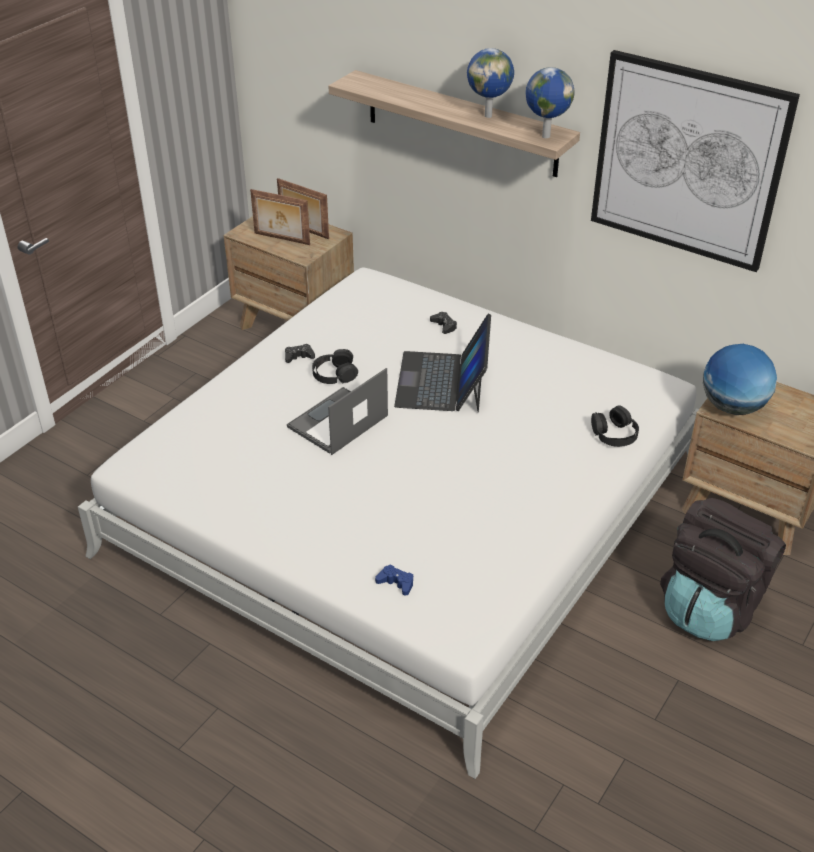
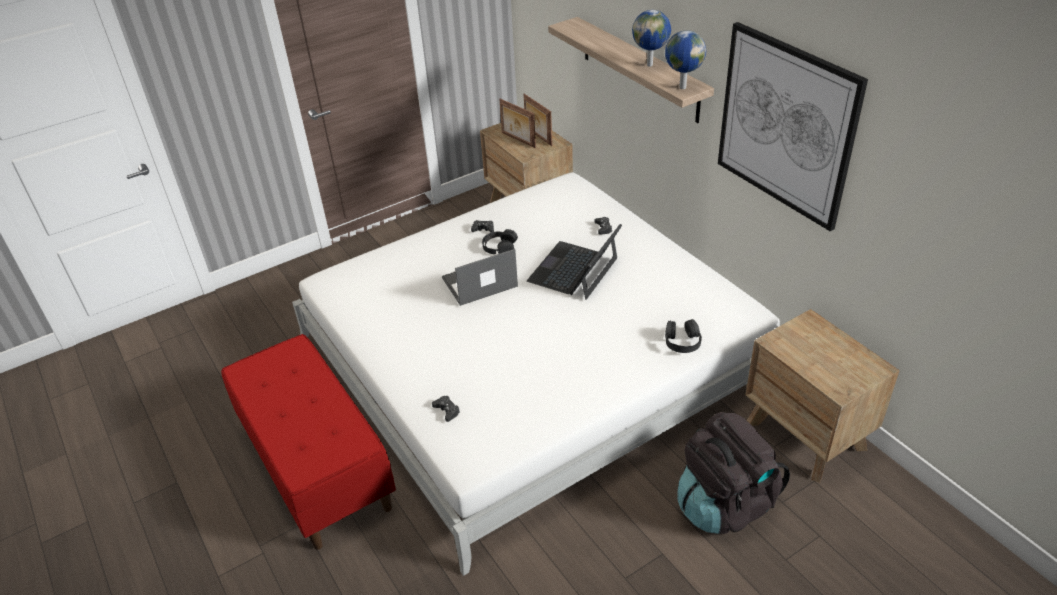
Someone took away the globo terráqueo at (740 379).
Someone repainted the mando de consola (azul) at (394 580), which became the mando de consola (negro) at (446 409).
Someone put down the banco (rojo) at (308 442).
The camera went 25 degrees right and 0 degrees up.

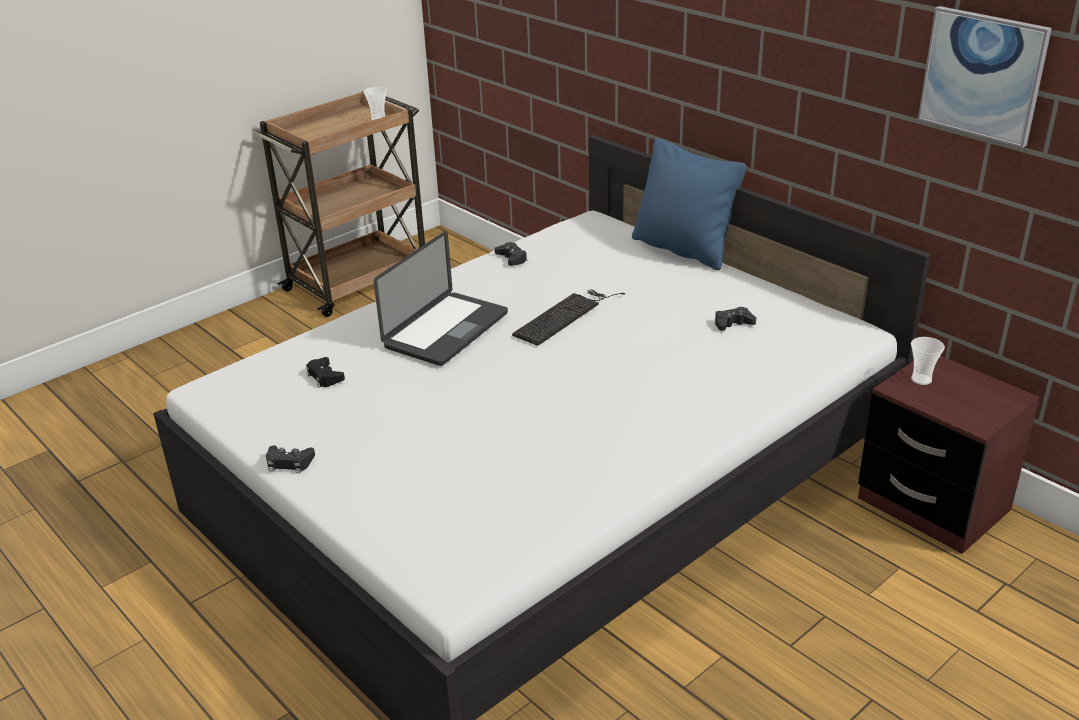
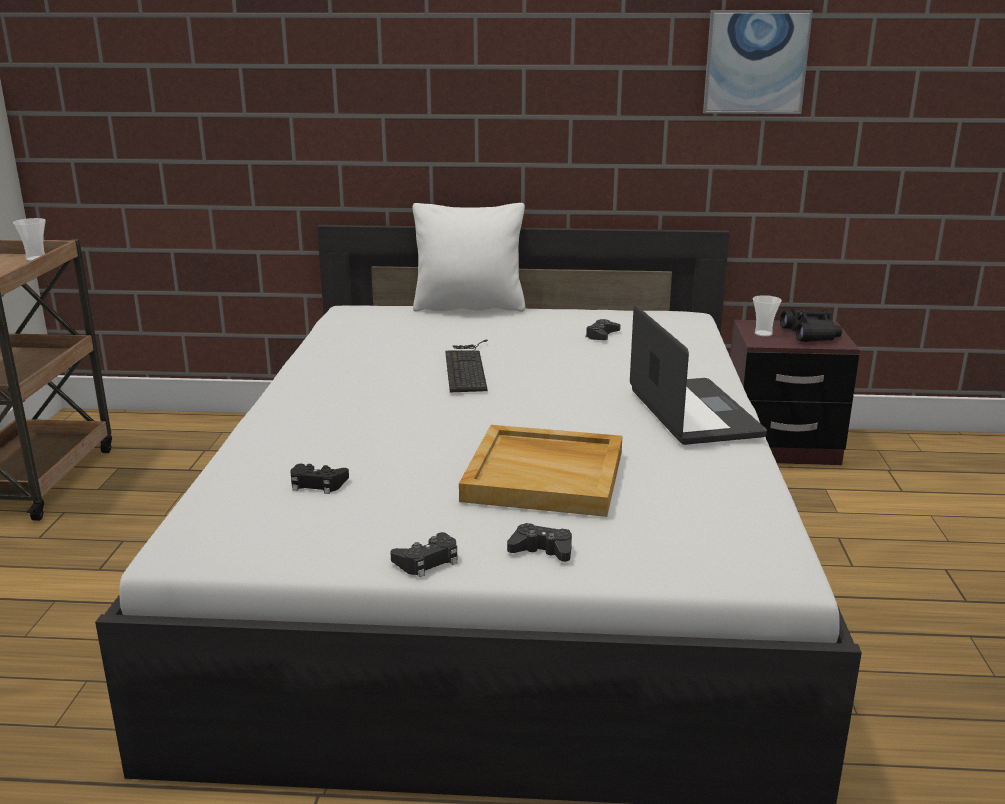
Someone repainted the cojín (azul) at (689 204), which became the cojín (blanco) at (469 257).
Someone carried the portátil from (441 298) to (698 375).
Someone carried the mando de consola (negro) from (511 254) to (539 542).
Someone put down the prismáticos (negro) at (811 325).
Someone put down the bandeja (beis) at (540 471).
The camera went 45 degrees left and 10 degrees down.

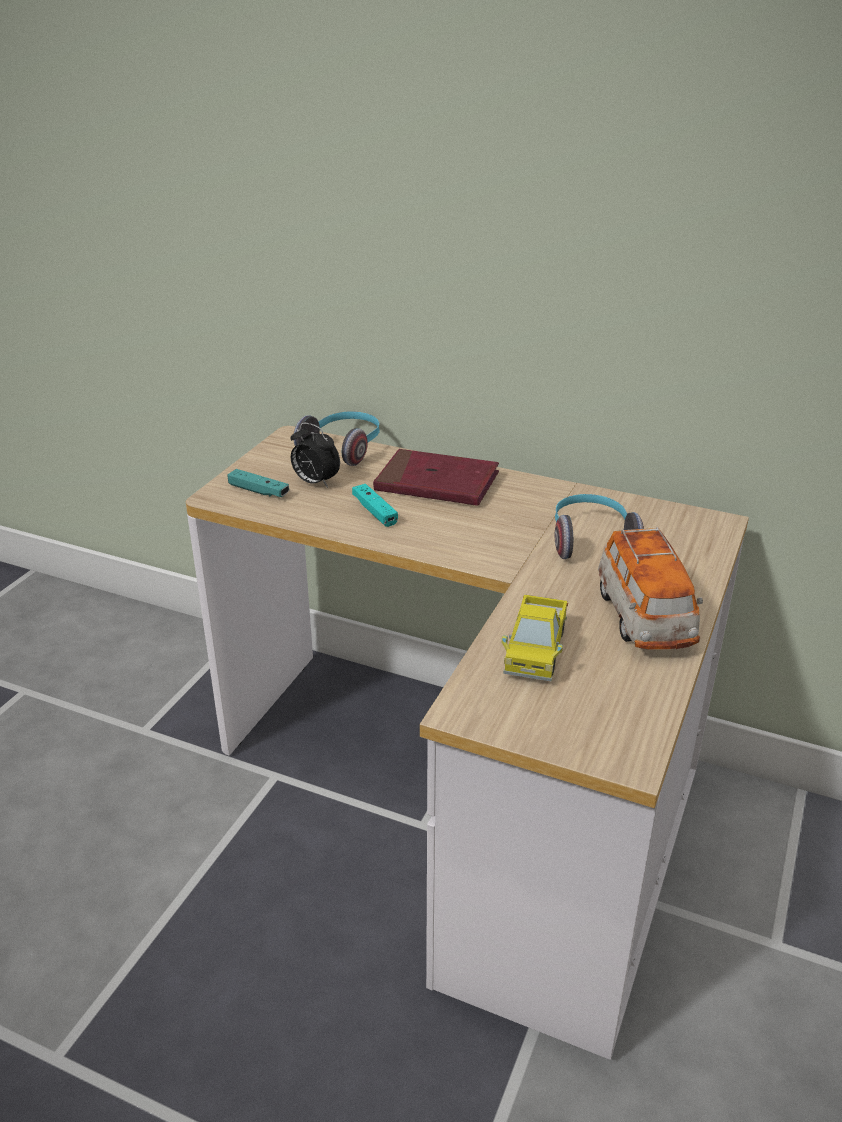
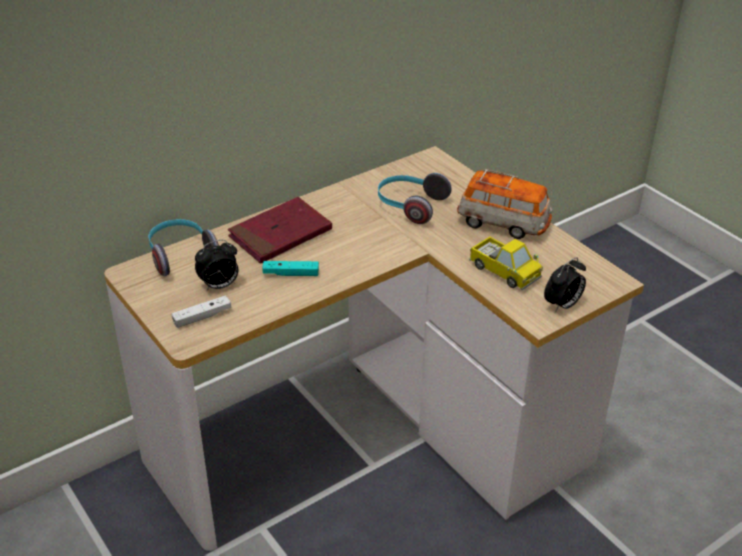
Someone repainted the mando de consola (turquesa) at (258 483), which became the mando de consola (blanco) at (201 311).
Someone put down the despertador at (565 284).
The camera went 60 degrees left and 5 degrees up.

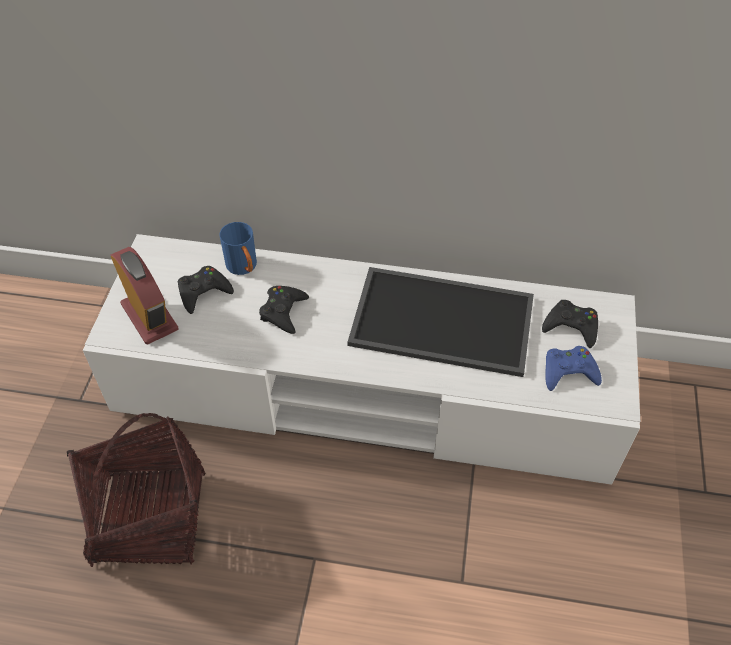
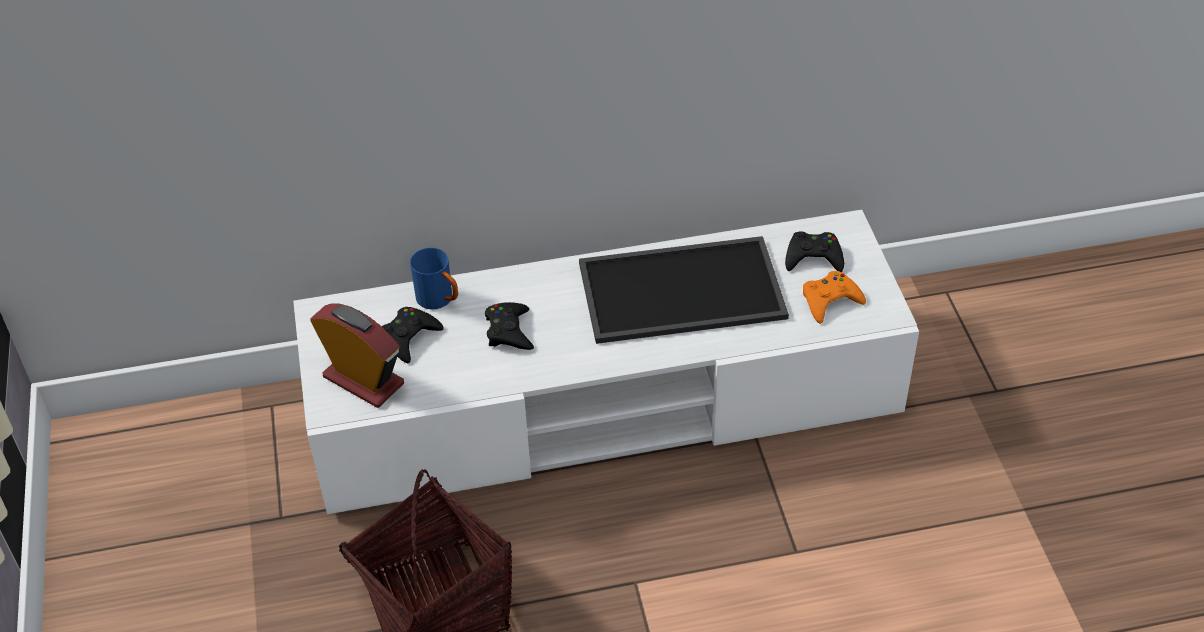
Someone repainted the mando de consola (azul) at (573 368), which became the mando de consola (naranja) at (834 297).
The camera went 20 degrees left and 5 degrees down.

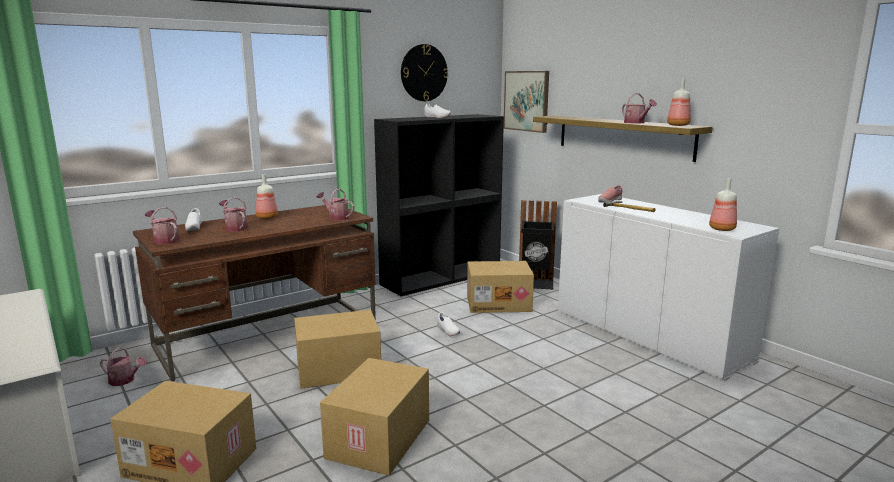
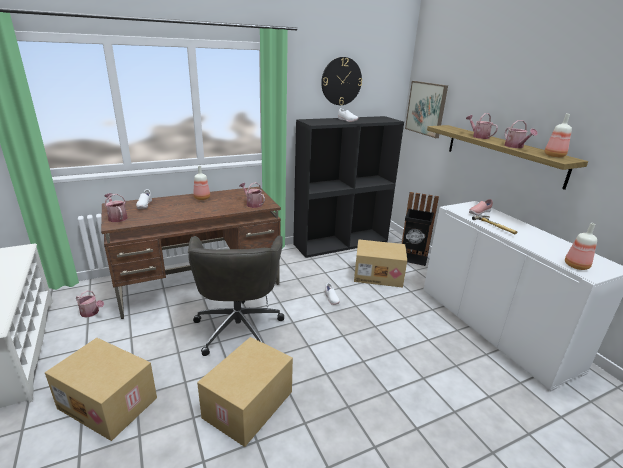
Someone carried the regadera from (233 214) to (482 126).
Someone swapped the caja de cartón at (337 349) for the silla de oficina (gris) at (236 296).
The camera went 10 degrees right and 10 degrees up.

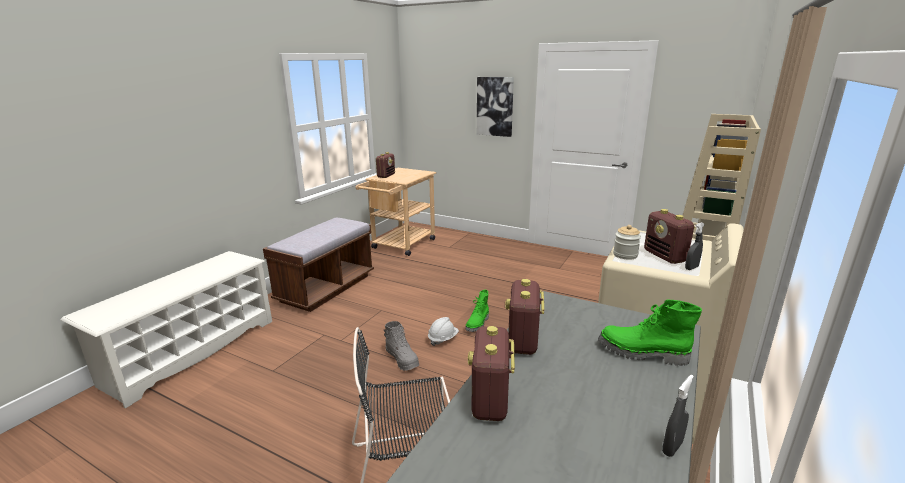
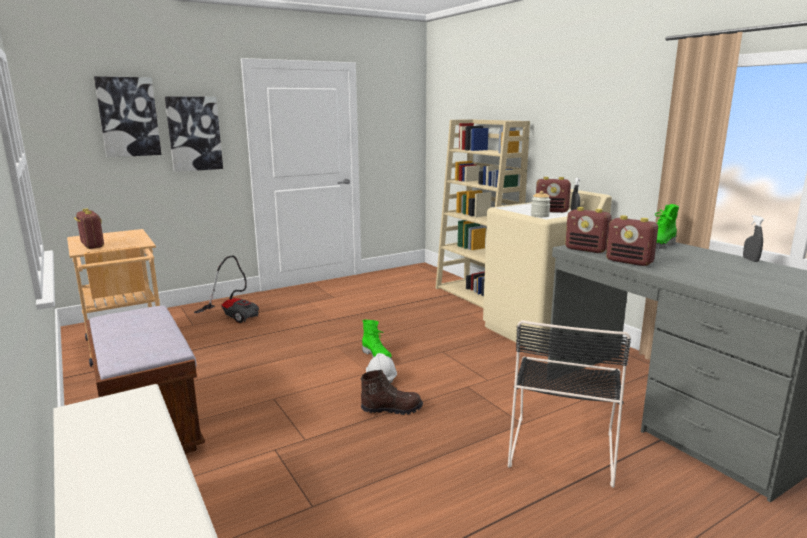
Someone repainted the bota (gris) at (401 346), which became the bota (marrón) at (392 392).
Someone carried the radio from (491 373) to (588 230).
Someone put up the cuadro at (127 116).
Someone put down the aspiradora at (226 289).
The camera went 60 degrees left and 5 degrees down.

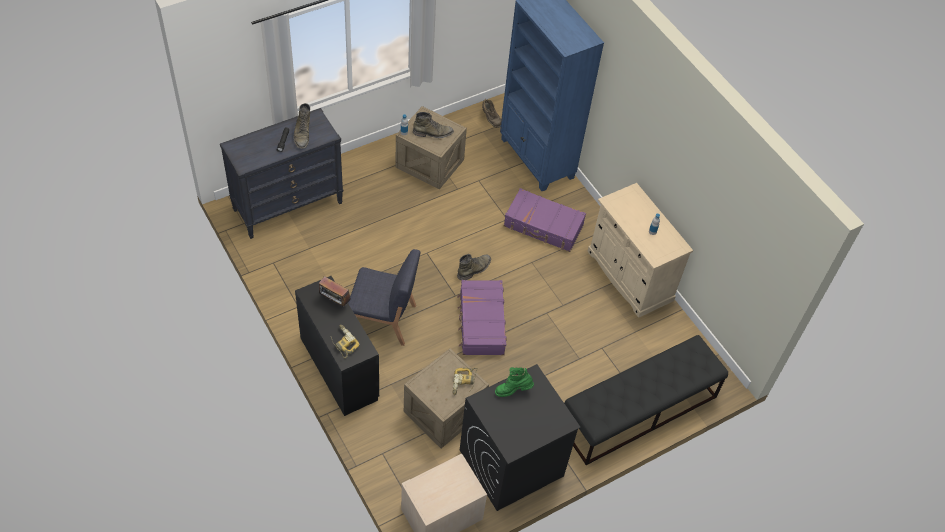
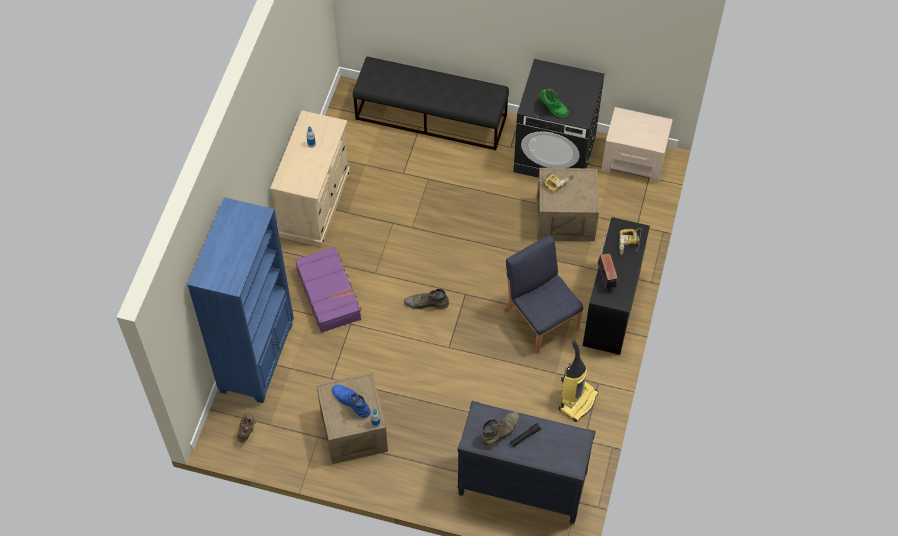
Someone repainted the bota (verde) at (433 125), which became the bota (azul) at (351 401).
Someone took away the maleta (morado) at (481 317).
Someone put down the aspiradora at (578 381).
The camera went 130 degrees left and 5 degrees up.

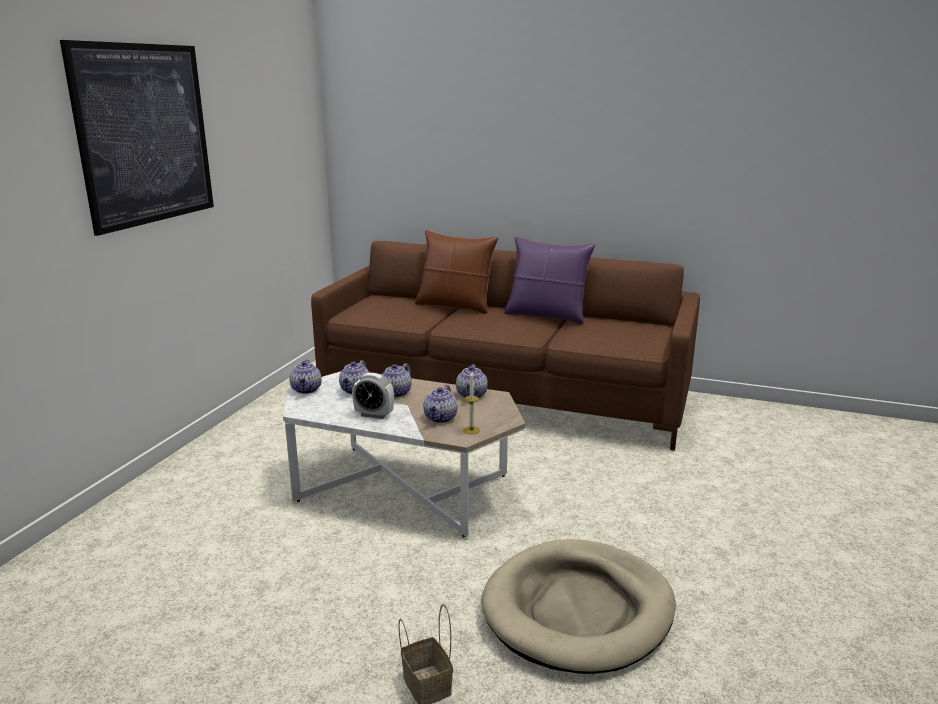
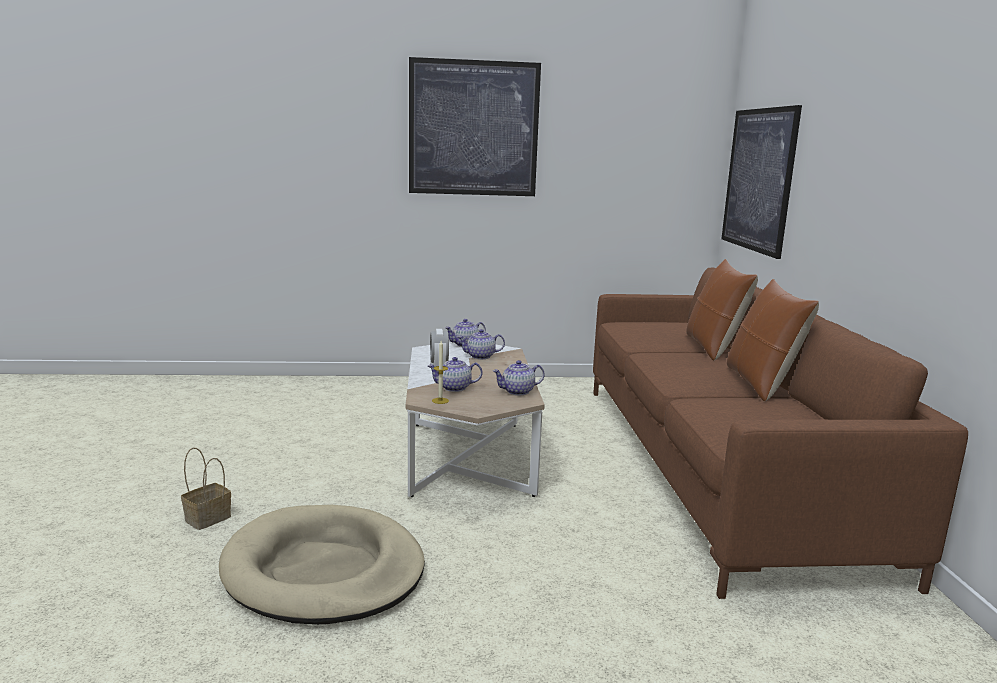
Someone repainted the cojín (morado) at (549 280), which became the cojín (marrón) at (773 340).
Someone took away the tetera at (397 380).
Someone put up the cuadro at (761 182).
The camera went 65 degrees right and 5 degrees down.

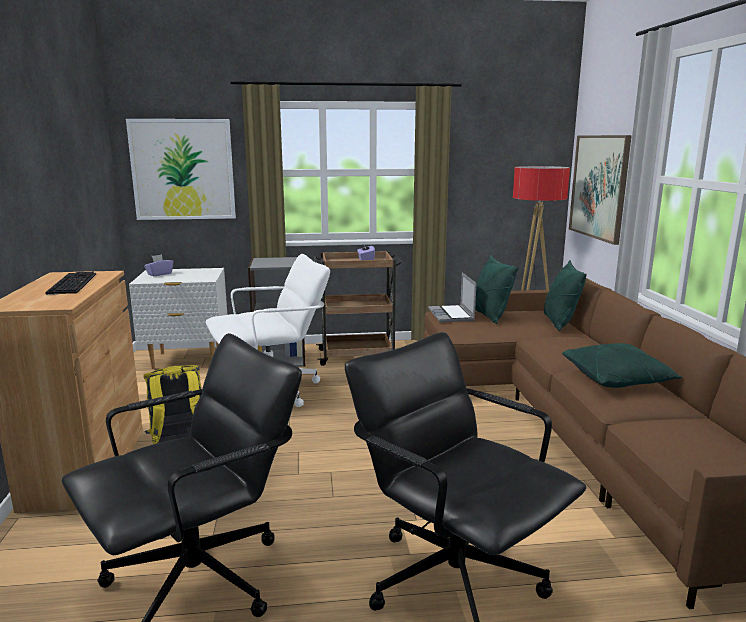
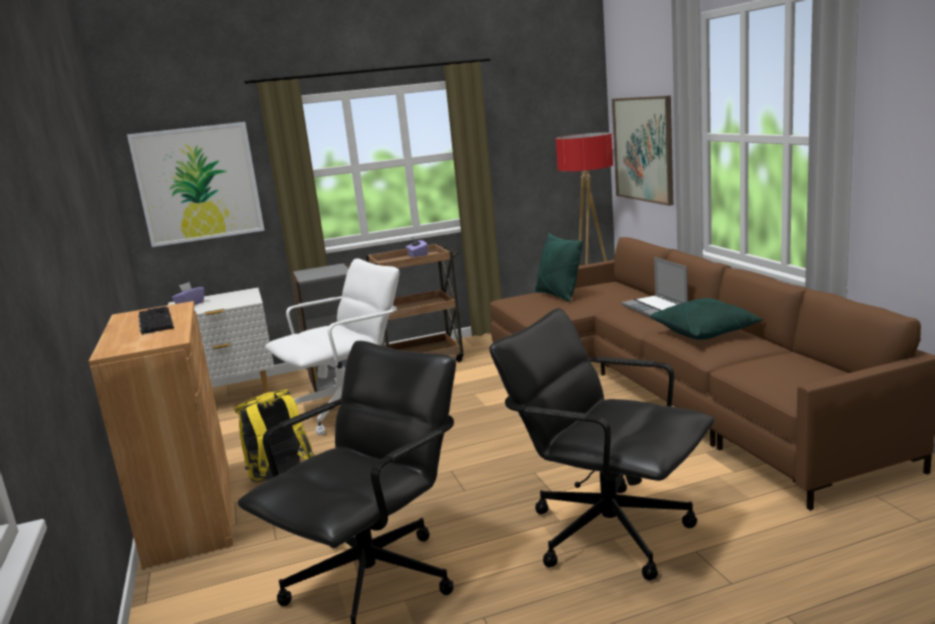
Someone took away the cojín (verde) at (565 295).
Someone carried the portátil from (452 297) to (655 287).
The camera went 10 degrees left and 0 degrees up.

